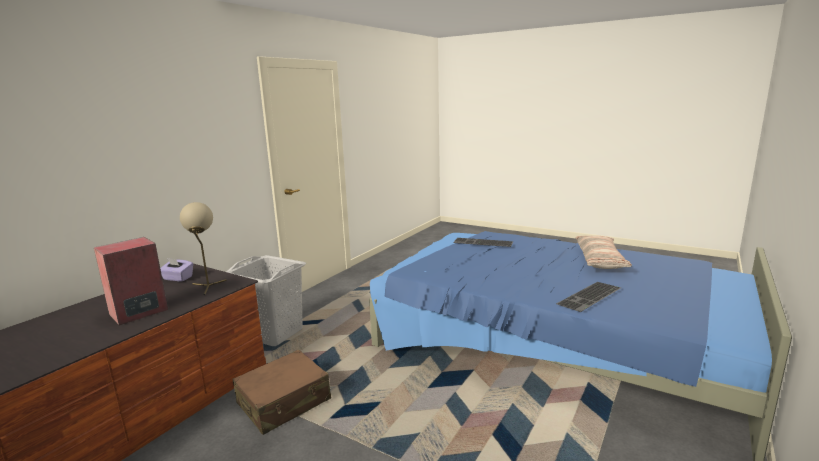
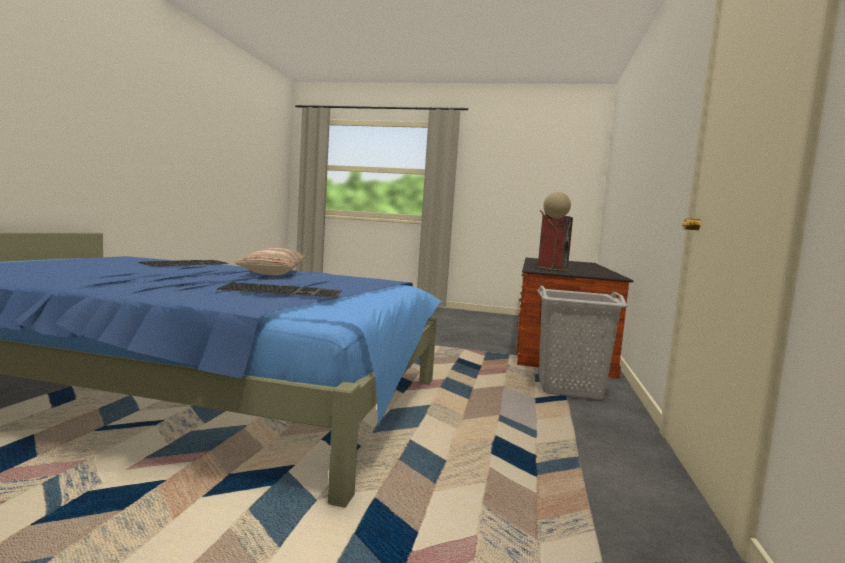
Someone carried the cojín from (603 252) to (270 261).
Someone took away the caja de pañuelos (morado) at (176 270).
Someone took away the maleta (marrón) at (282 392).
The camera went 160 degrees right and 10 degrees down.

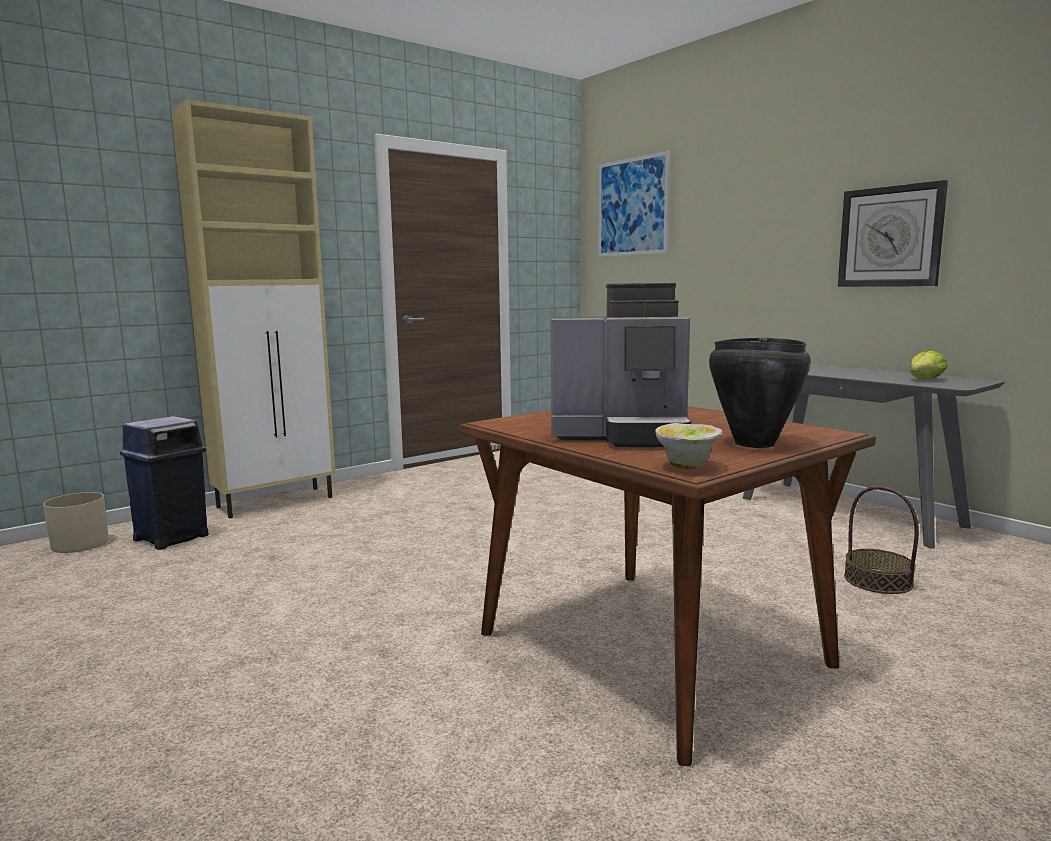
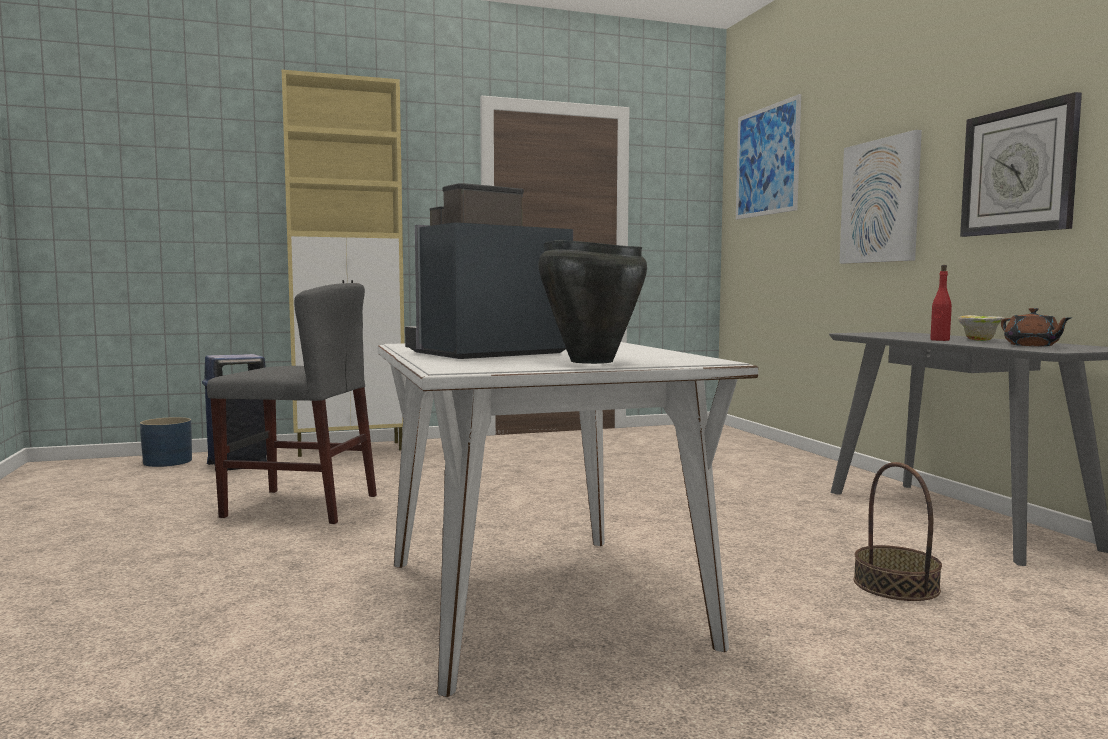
Someone rotated the cafetera at (621 365) by 120 degrees clockwise.
Someone swapped the lechuga at (928 364) for the tetera (marrón) at (1036 327).
Someone repainted the mesa de comedor (marrón) at (667 586), which became the mesa de comedor (blanco) at (568 519).
Someone carried the cuenco from (688 446) to (981 328).
Someone repainted the maceta (beis) at (76 522), which became the maceta (azul) at (166 442).
Someone put up the cuadro at (880 197).
Someone put down the botella (rojo) at (941 303).
Someone put down the silla (gris) at (292 403).
The camera went 20 degrees right and 5 degrees down.

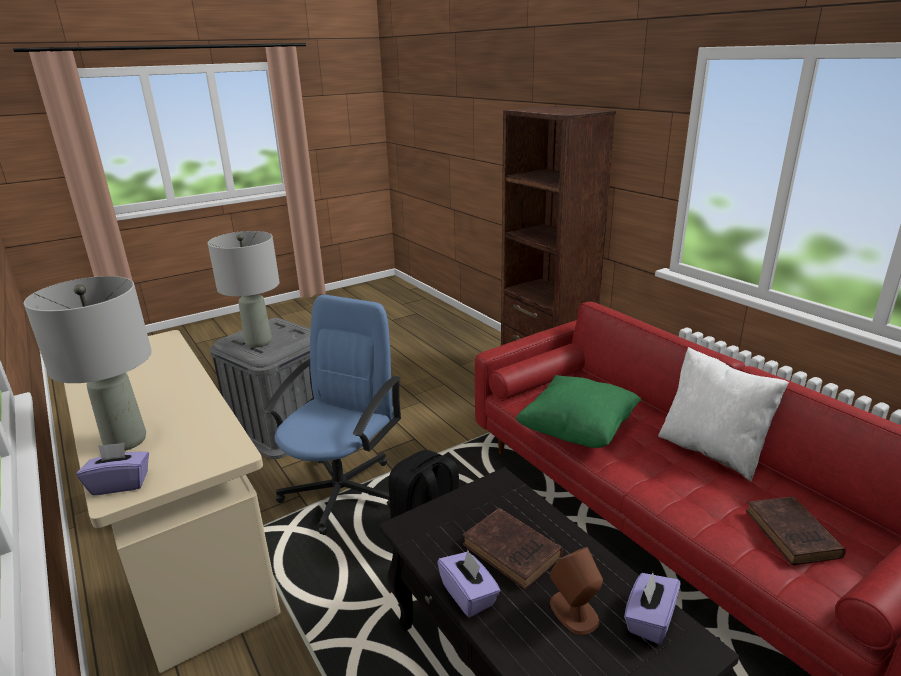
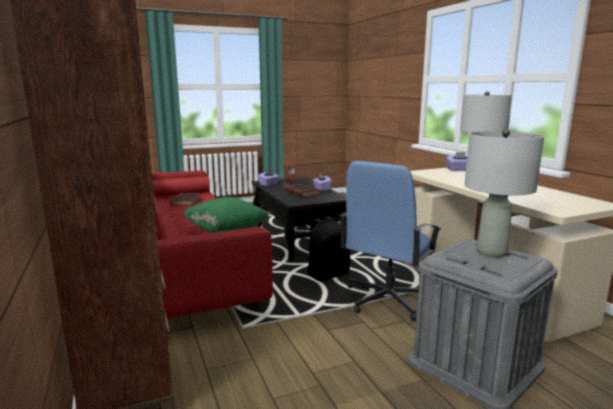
Someone took away the cojín (blanco) at (723 414).
The camera went 170 degrees left and 10 degrees down.

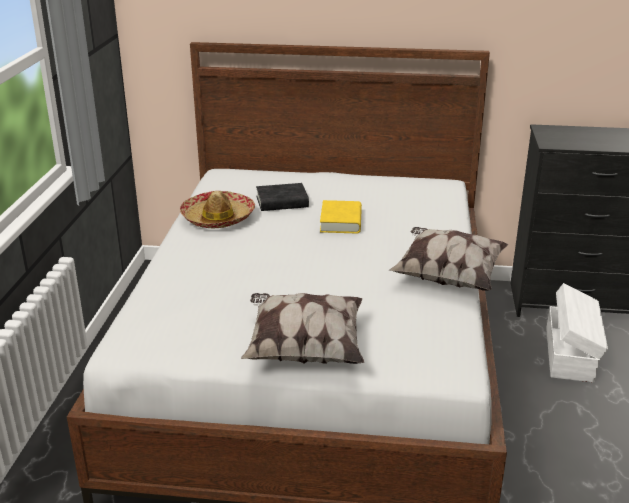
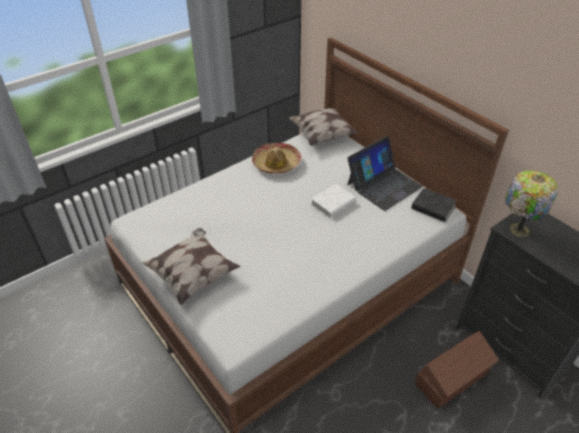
Someone carried the libro (negro) from (282 197) to (434 205).
Someone repainted the libro (amarillo) at (341 216), which became the libro (blanco) at (333 201).
Someone carried the cojín from (448 259) to (324 126).
Someone repainted the caja de almacenaje (blanco) at (577 333), which became the caja de almacenaje (marrón) at (457 370).
Someone put down the portátil at (385 173).
Someone put down the lámpara de mesa at (532 203).
The camera went 45 degrees right and 15 degrees up.

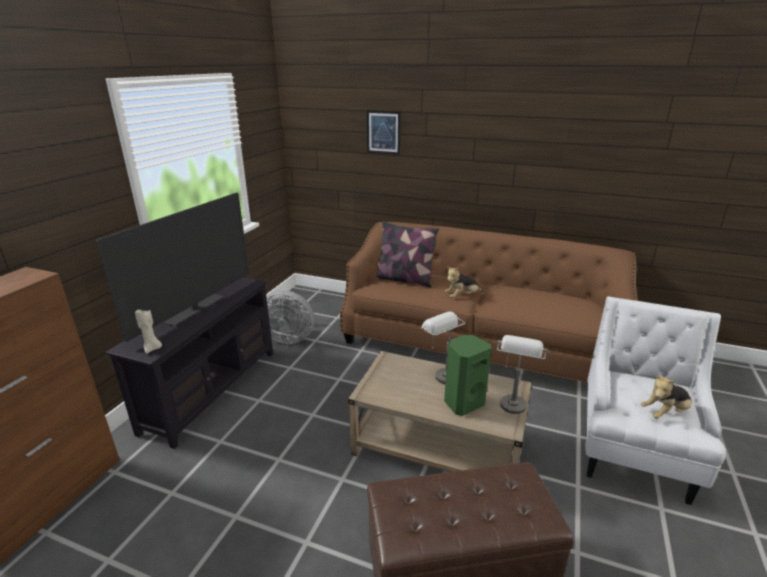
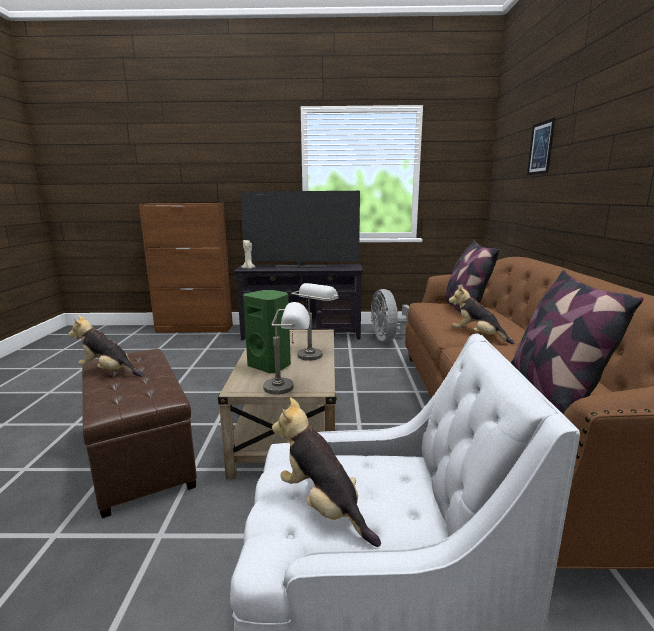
Someone put down the cojín at (577 342).
Someone put down the peluche at (106 346).
The camera went 70 degrees right and 10 degrees down.

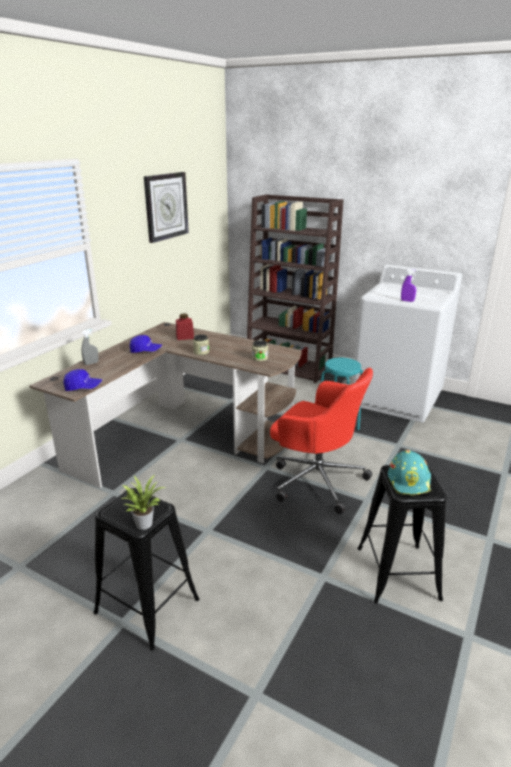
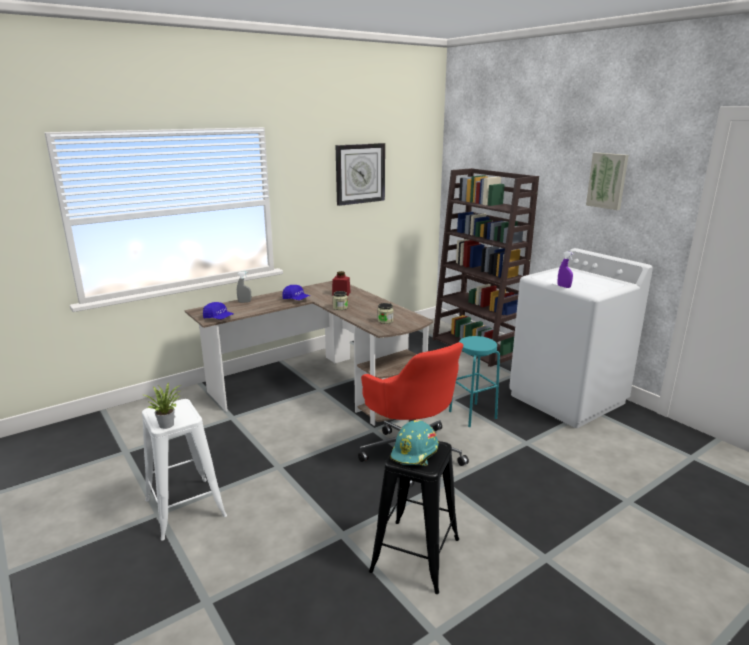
Someone repainted the taburete (negro) at (146 569), which became the taburete (blanco) at (184 470).
Someone put up the cuadro at (607 181).
The camera went 25 degrees right and 5 degrees down.

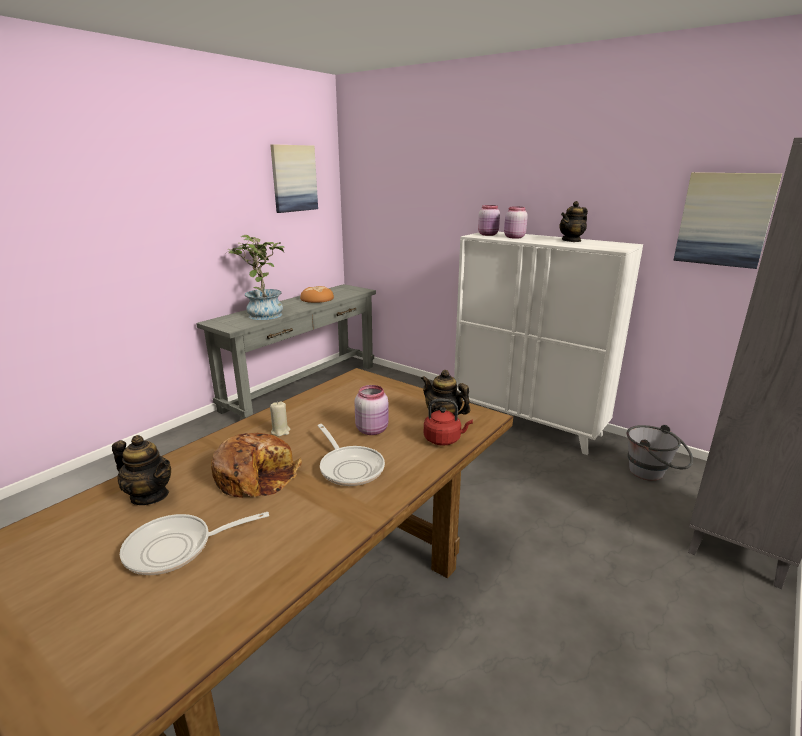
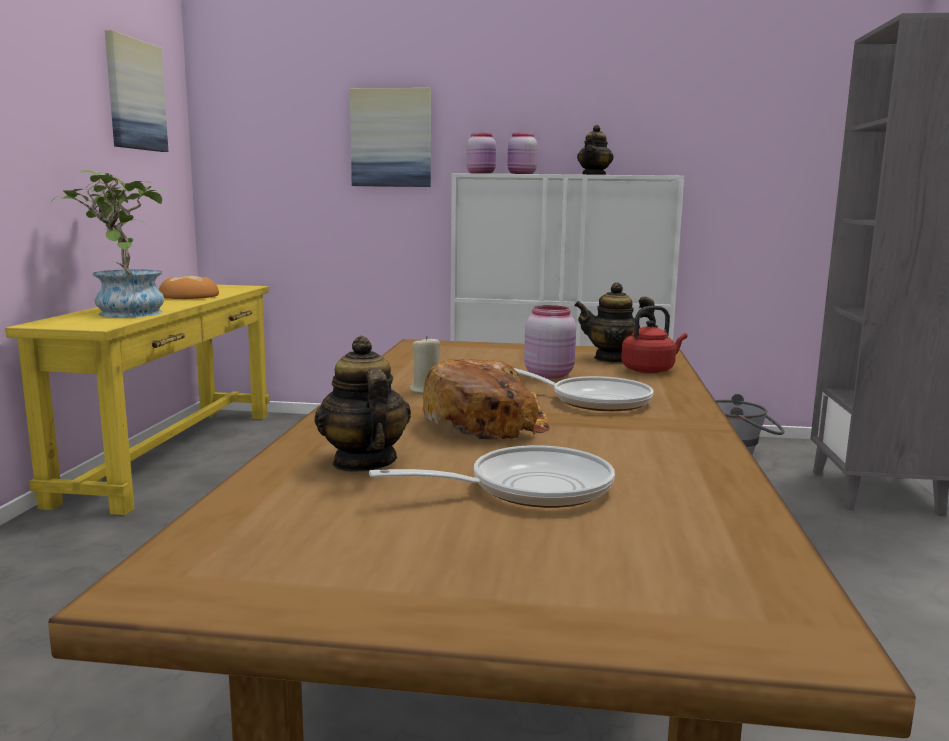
Someone carried the cuadro from (728 220) to (390 137).
Someone repainted the mesa consola (gris) at (286 352), which became the mesa consola (amarillo) at (137 400).
Someone rotated the tetera at (141 470) by 105 degrees counterclockwise.
Someone rotated the sartén at (194 543) by 150 degrees counterclockwise.
The camera went 30 degrees left and 10 degrees down.

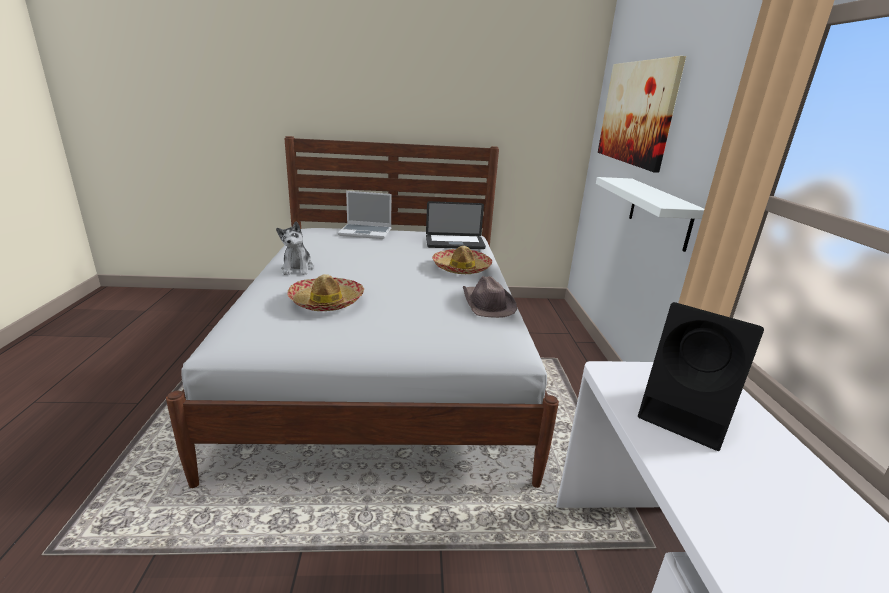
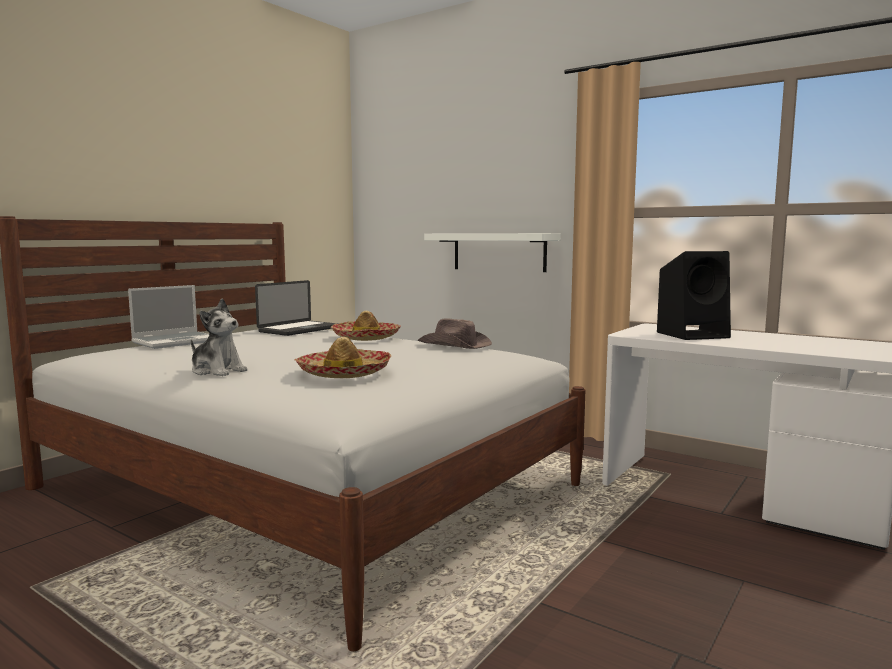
Someone took away the cuadro at (642 114).
The camera went 50 degrees left and 15 degrees down.

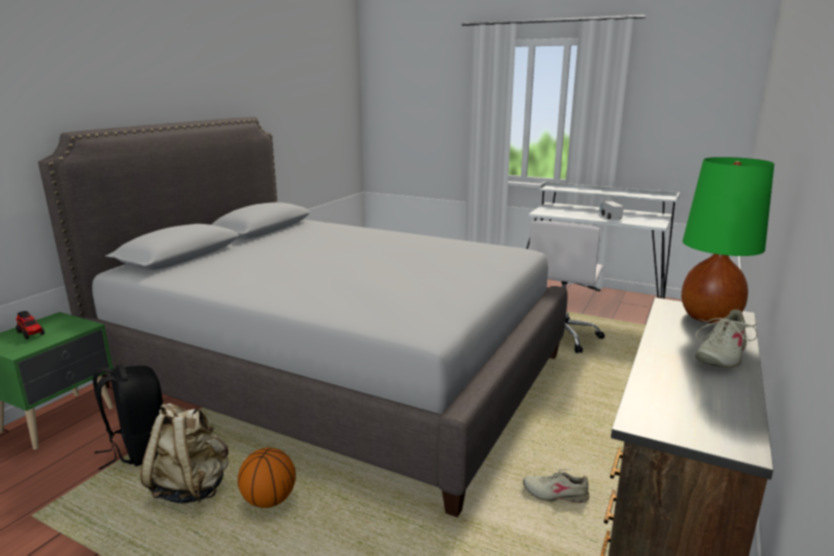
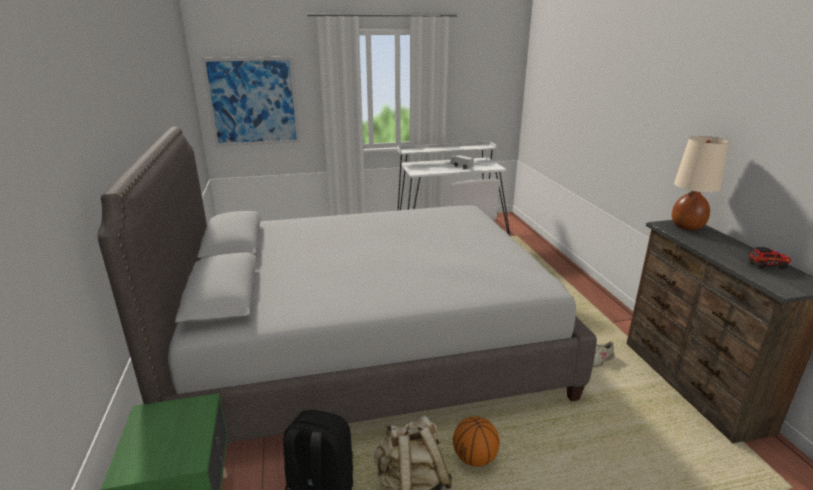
Someone repainted the lámpara de mesa (verde) at (727 240), which became the lámpara de mesa (beis) at (700 183).
Someone took away the zapato (beis) at (726 338).
Someone carried the camión de juguete from (30 325) to (770 258).
Someone put up the cuadro at (250 102).
The camera went 40 degrees left and 5 degrees up.

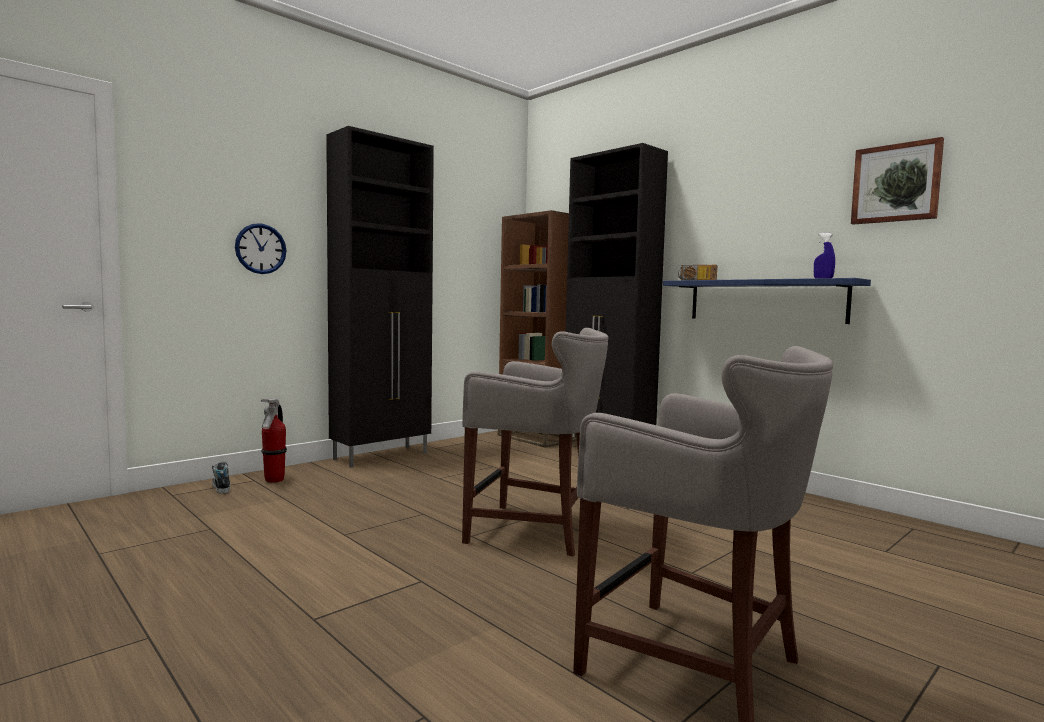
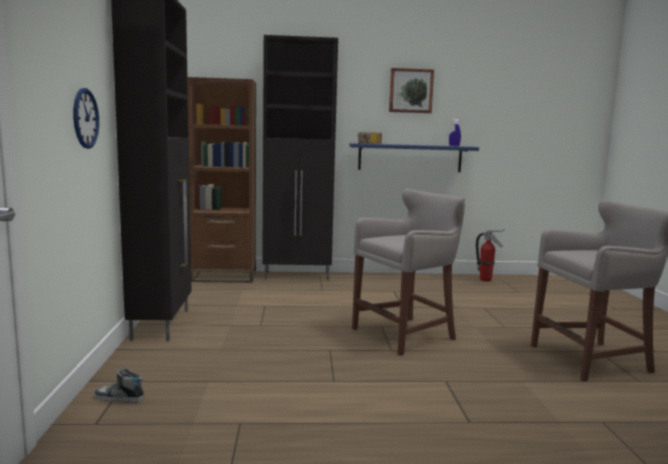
Someone carried the cuadro from (897 181) to (411 90).
Someone carried the extintor from (274 441) to (490 255).
The camera went 50 degrees left and 5 degrees up.

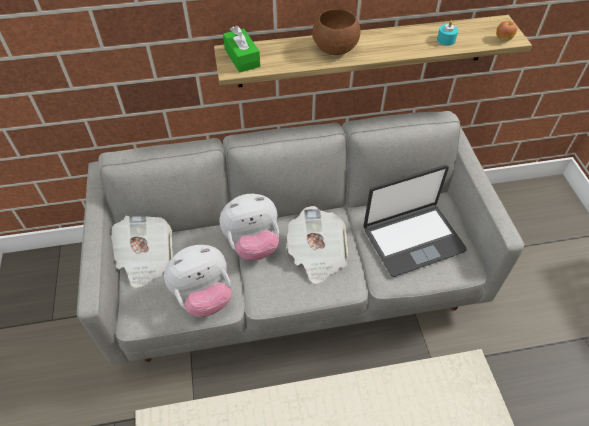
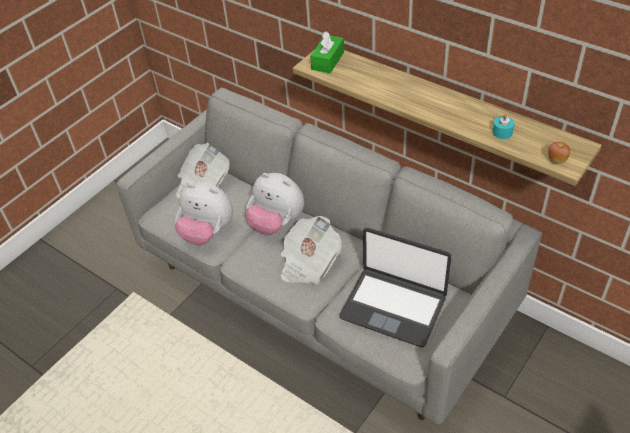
Someone took away the cuenco (marrón) at (336 32).
The camera went 50 degrees right and 5 degrees down.

